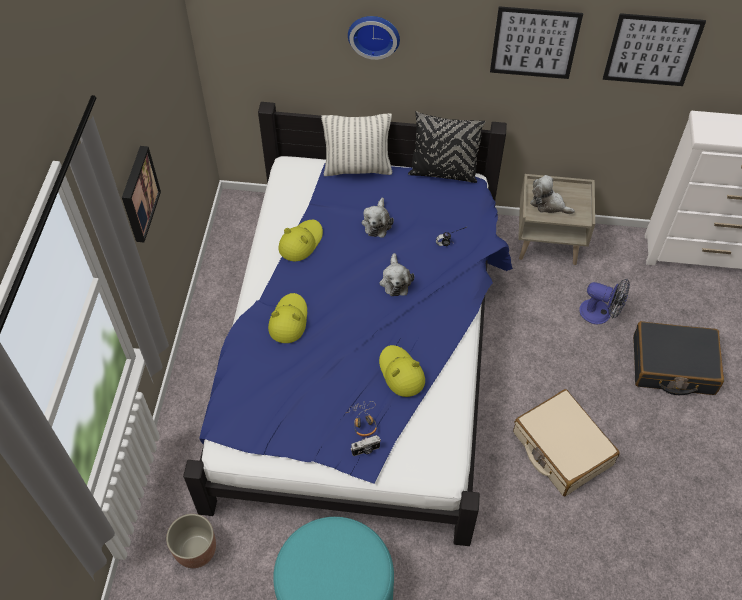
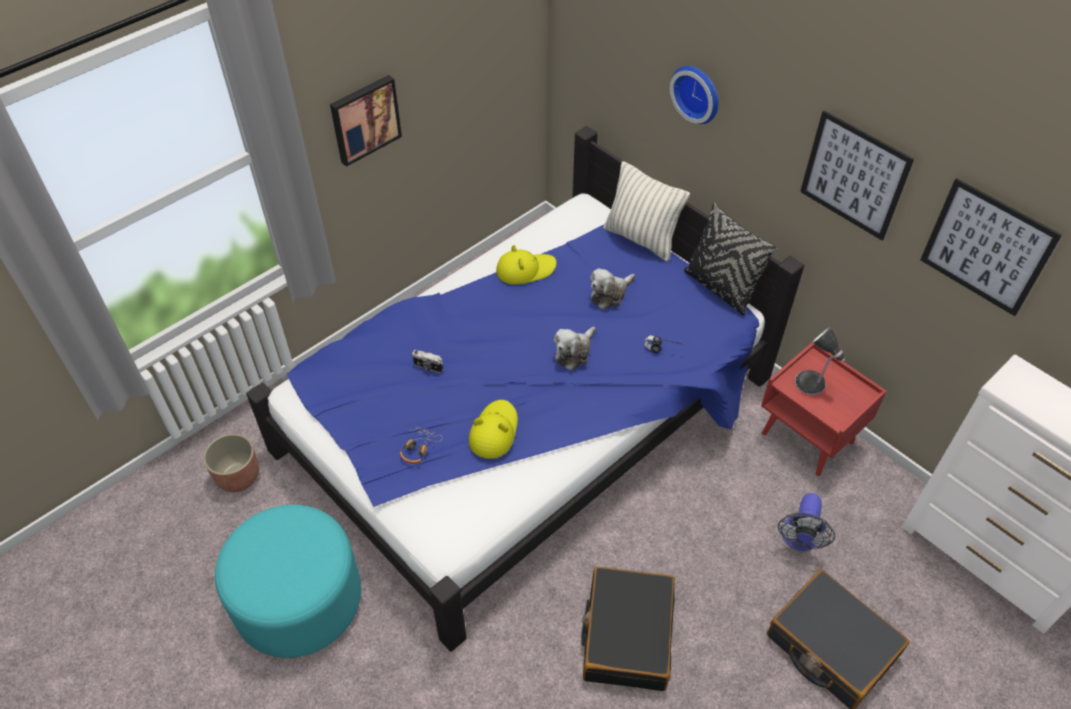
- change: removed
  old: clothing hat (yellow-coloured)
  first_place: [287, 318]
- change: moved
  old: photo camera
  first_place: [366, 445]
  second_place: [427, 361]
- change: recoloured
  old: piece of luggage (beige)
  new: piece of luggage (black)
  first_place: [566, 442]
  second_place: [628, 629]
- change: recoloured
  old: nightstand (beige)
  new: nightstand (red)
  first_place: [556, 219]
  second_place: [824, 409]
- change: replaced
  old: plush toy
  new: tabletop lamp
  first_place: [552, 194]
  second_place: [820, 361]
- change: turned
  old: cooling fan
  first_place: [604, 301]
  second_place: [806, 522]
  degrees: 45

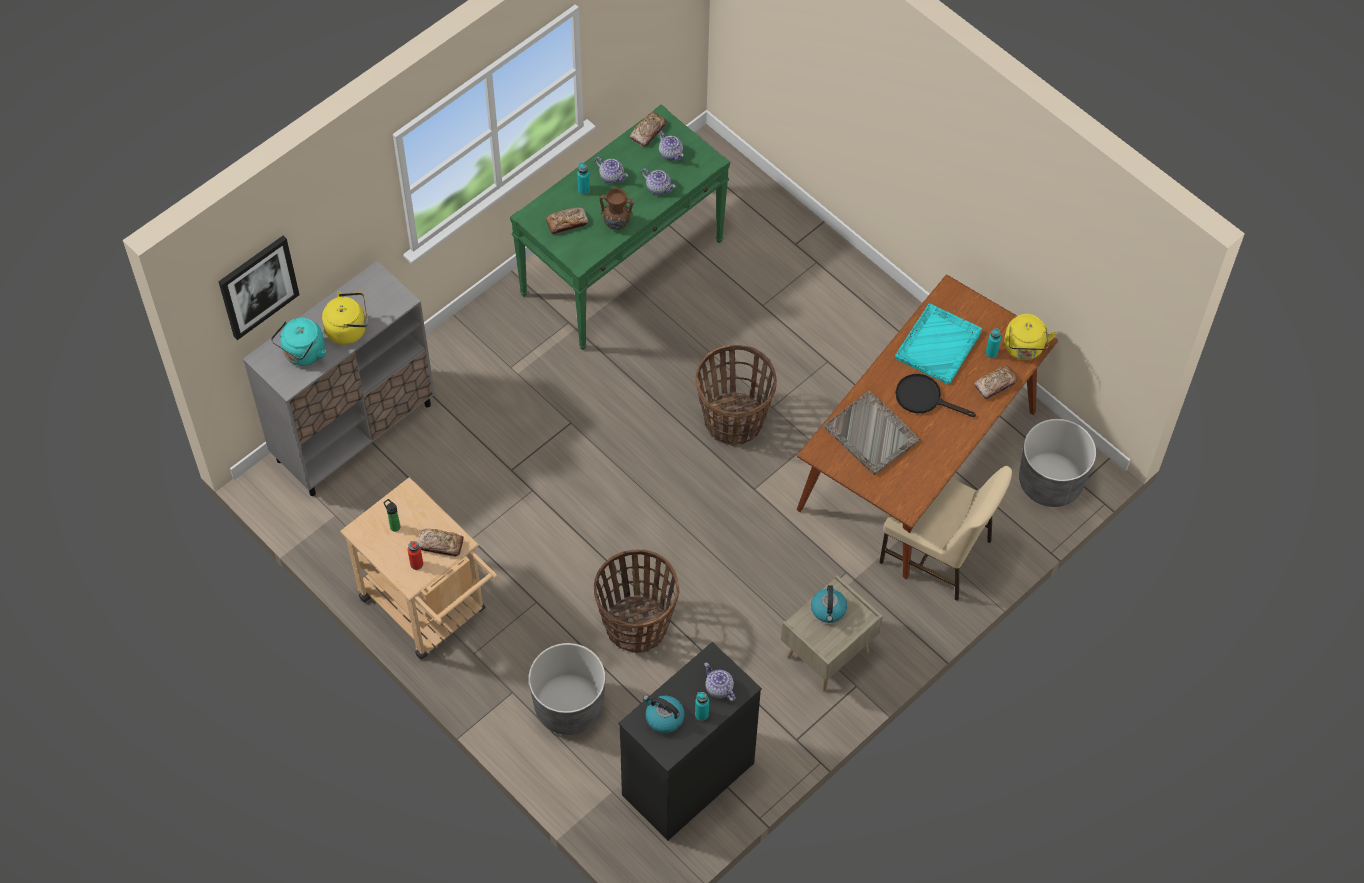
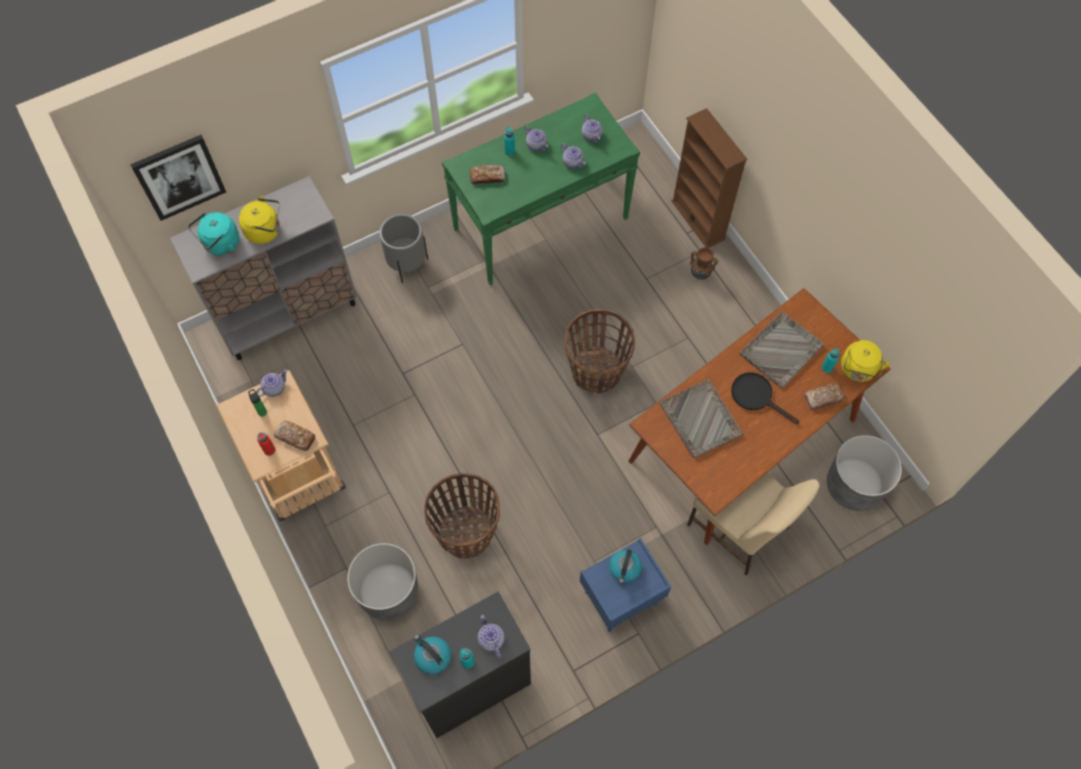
- change: moved
  old: decorative vase (brown-coloured)
  first_place: [616, 209]
  second_place: [704, 264]
- change: removed
  old: bread
  first_place: [648, 129]
- change: recoloured
  old: nightstand (beige)
  new: nightstand (blue)
  first_place: [832, 633]
  second_place: [625, 585]
- change: recoloured
  old: serving tray (turquoise)
  new: serving tray (gray)
  first_place: [938, 344]
  second_place: [782, 350]
- change: added
  new: tea pot
  second_place: [271, 383]
- change: added
  new: planter (gray)
  second_place: [403, 248]
- change: added
  new: bookshelf (brown-coloured)
  second_place: [709, 178]

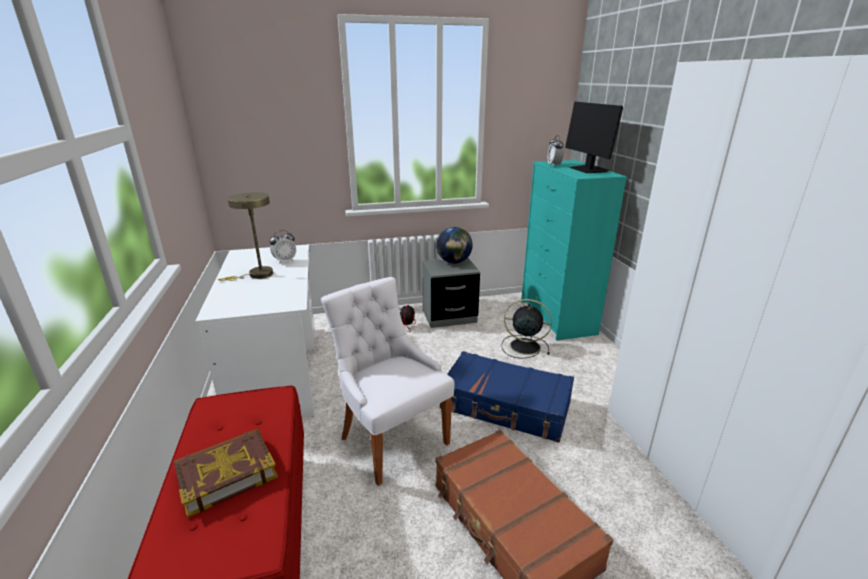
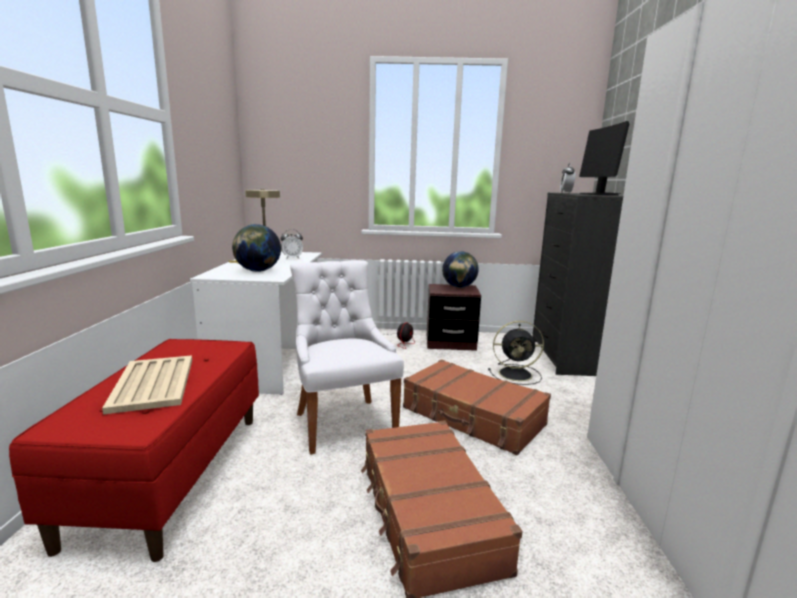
- change: replaced
  old: book
  new: serving tray (beige)
  first_place: [226, 473]
  second_place: [147, 384]
- change: recoloured
  old: nightstand (gray)
  new: nightstand (brown-coloured)
  first_place: [451, 293]
  second_place: [454, 317]
- change: recoloured
  old: piece of luggage (blue)
  new: piece of luggage (brown-coloured)
  first_place: [507, 397]
  second_place: [477, 407]
- change: turned
  old: cooling fan (black)
  first_place: [527, 329]
  second_place: [516, 353]
  degrees: 150
- change: recoloured
  old: dresser (turquoise)
  new: dresser (black)
  first_place: [574, 250]
  second_place: [577, 284]
- change: added
  new: world globe
  second_place: [256, 248]

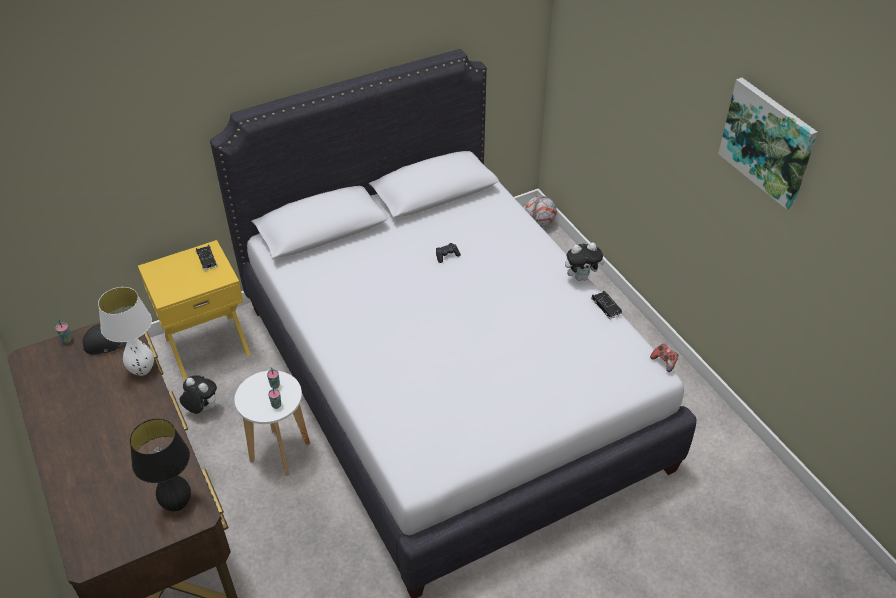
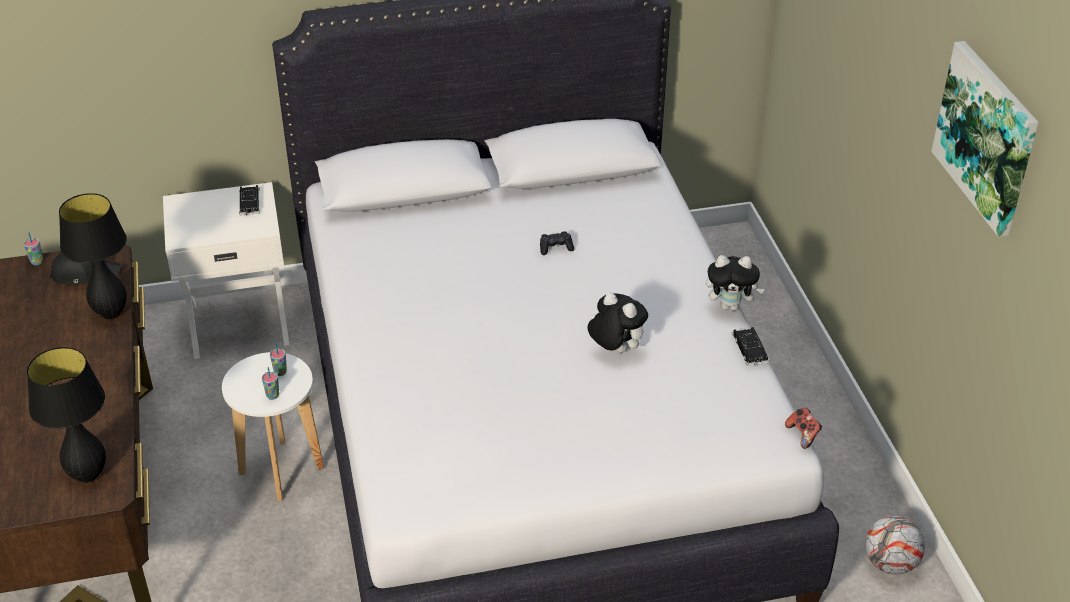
- change: recoloured
  old: tabletop lamp (white-coloured)
  new: tabletop lamp (black)
  first_place: [126, 331]
  second_place: [93, 256]
- change: recoloured
  old: nightstand (yellow-coloured)
  new: nightstand (white-coloured)
  first_place: [194, 310]
  second_place: [226, 270]
- change: moved
  old: plush toy
  first_place: [198, 394]
  second_place: [617, 323]
- change: moved
  old: football
  first_place: [541, 211]
  second_place: [895, 545]

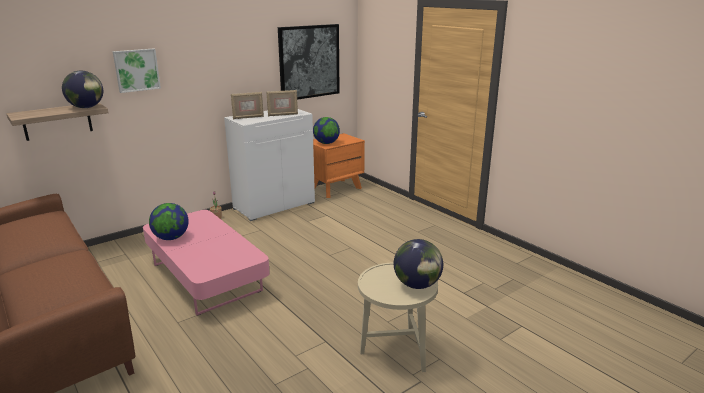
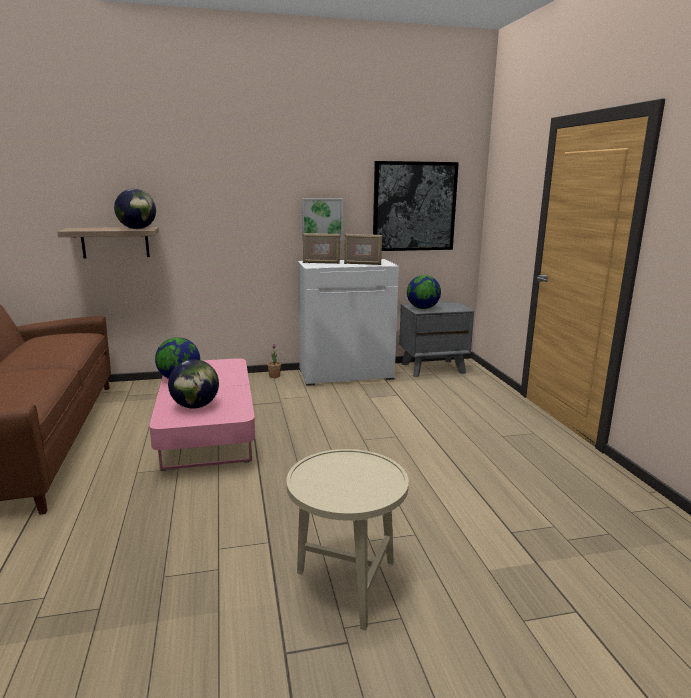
- change: moved
  old: wall art
  first_place: [137, 70]
  second_place: [322, 220]
- change: recoloured
  old: nightstand (orange)
  new: nightstand (gray)
  first_place: [339, 165]
  second_place: [436, 339]
- change: moved
  old: world globe
  first_place: [418, 264]
  second_place: [193, 384]

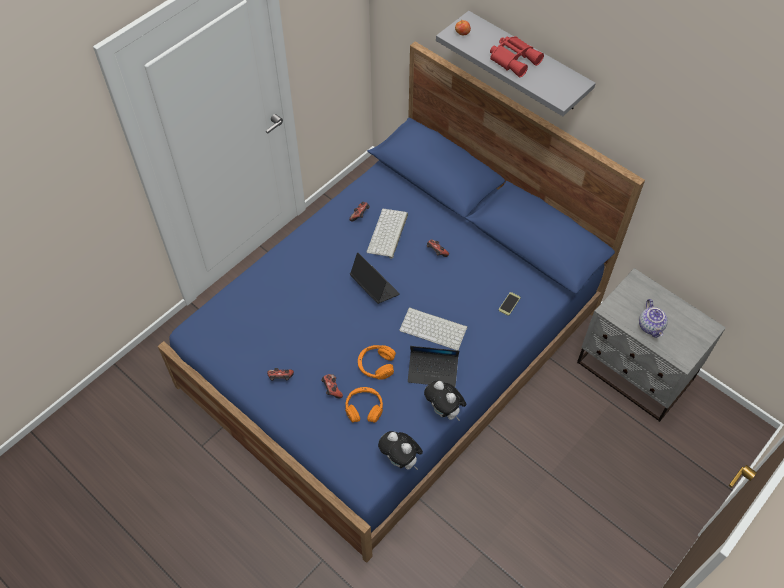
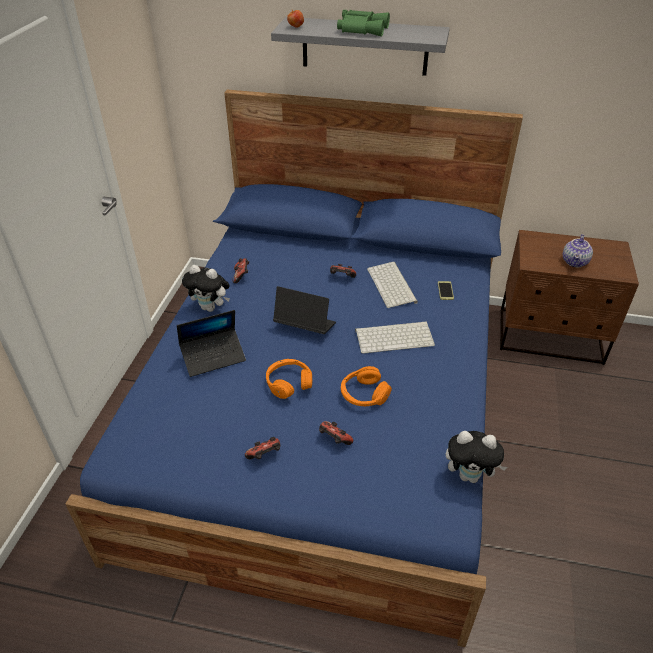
- change: moved
  old: headphones (orange)
  first_place: [364, 405]
  second_place: [289, 379]
- change: moved
  old: computer keyboard
  first_place: [387, 234]
  second_place: [392, 285]
- change: moved
  old: laptop
  first_place: [433, 366]
  second_place: [211, 343]
- change: moved
  old: plush toy
  first_place: [445, 401]
  second_place: [206, 288]
- change: recoloured
  old: field glasses (red)
  new: field glasses (green-coloured)
  first_place: [517, 56]
  second_place: [363, 23]
- change: recoloured
  old: nightstand (gray)
  new: nightstand (brown-coloured)
  first_place: [651, 345]
  second_place: [569, 297]
- change: turned
  old: tea pot
  first_place: [653, 318]
  second_place: [578, 250]
  degrees: 60

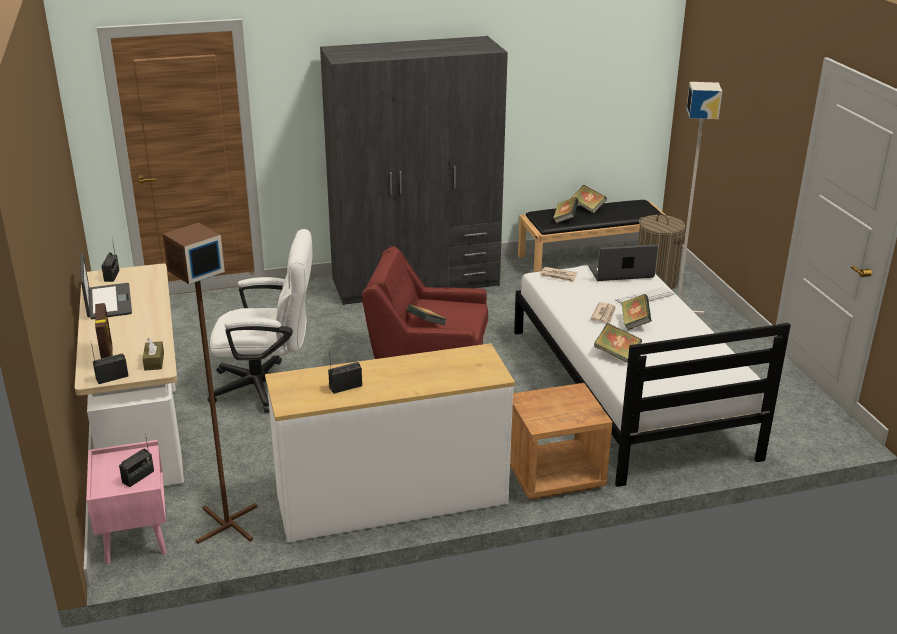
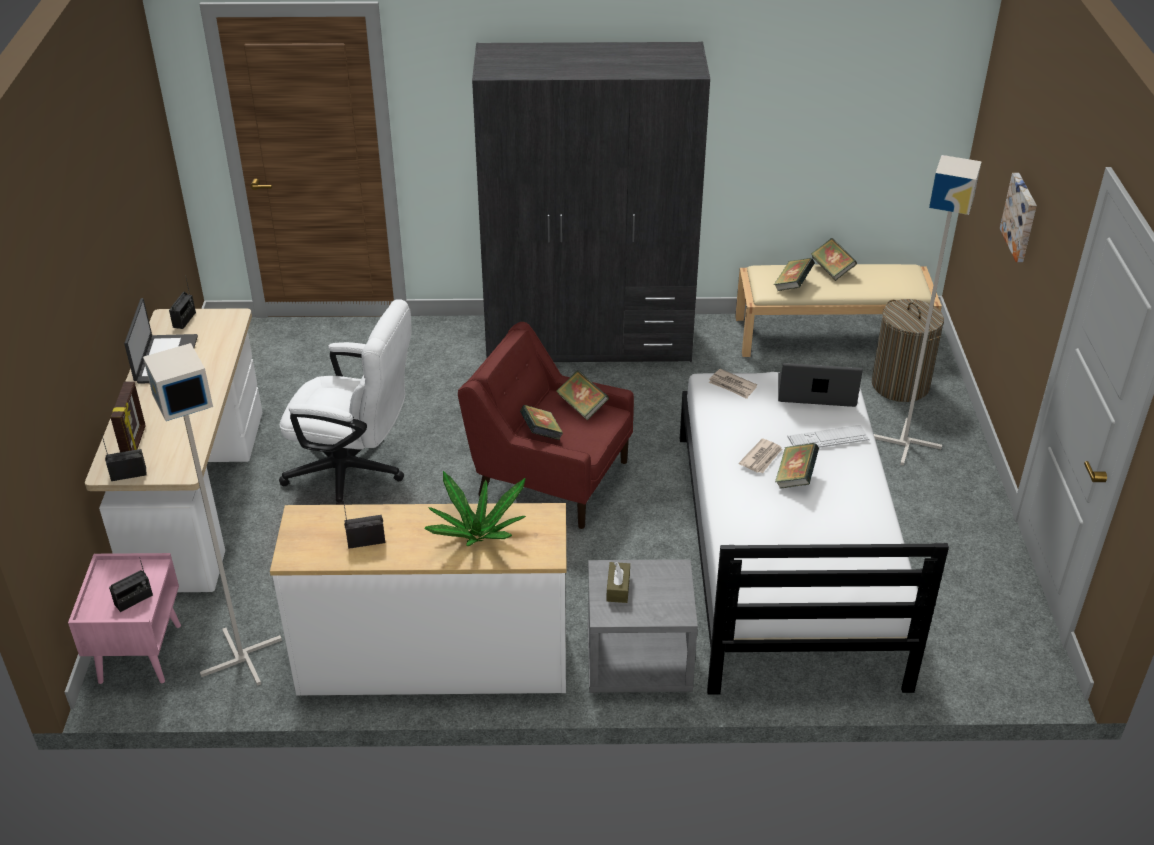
- change: moved
  old: box of tissues (brown-coloured)
  first_place: [153, 354]
  second_place: [618, 582]
- change: recoloured
  old: standard lamp (brown-coloured)
  new: standard lamp (gray)
  first_place: [210, 383]
  second_place: [212, 514]
- change: recoloured
  old: nightstand (brown-coloured)
  new: nightstand (gray)
  first_place: [561, 441]
  second_place: [643, 626]
- change: recoloured
  old: bench (black)
  new: bench (beige)
  first_place: [591, 236]
  second_place: [838, 310]
- change: moved
  old: book
  first_place: [618, 343]
  second_place: [582, 395]
- change: added
  new: potted plant
  second_place: [475, 508]
- change: added
  new: wall art
  second_place: [1018, 217]

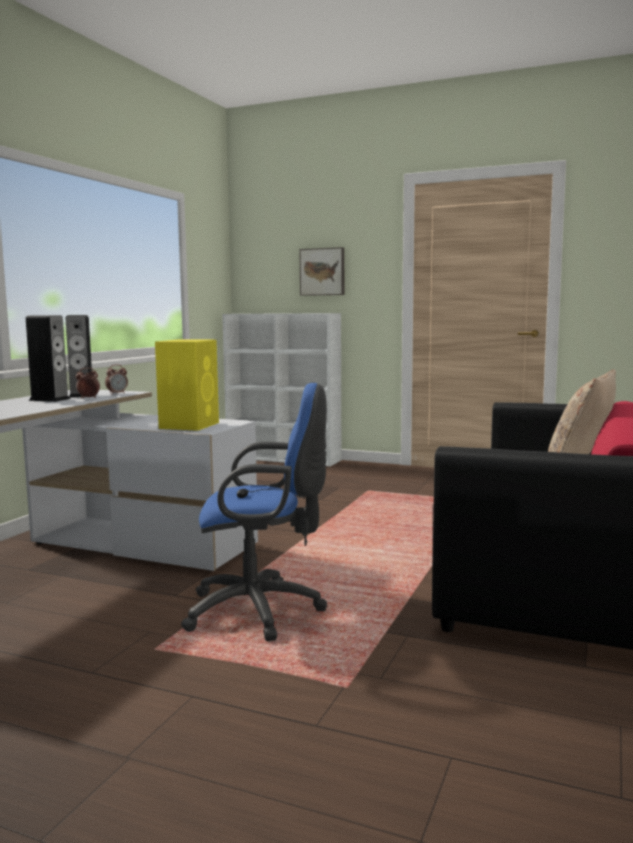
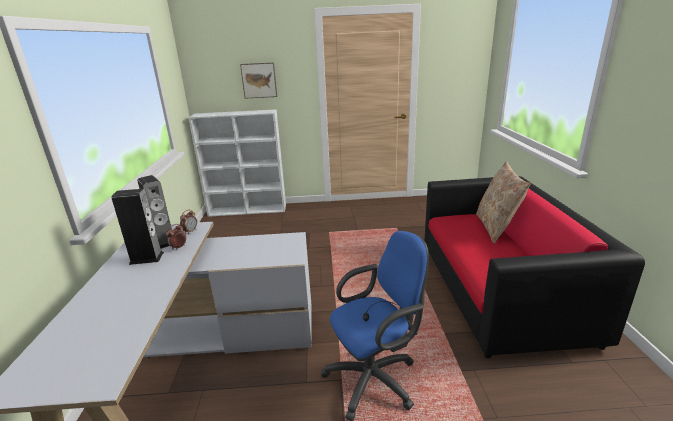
- change: removed
  old: loudspeaker (yellow-coloured)
  first_place: [187, 385]

